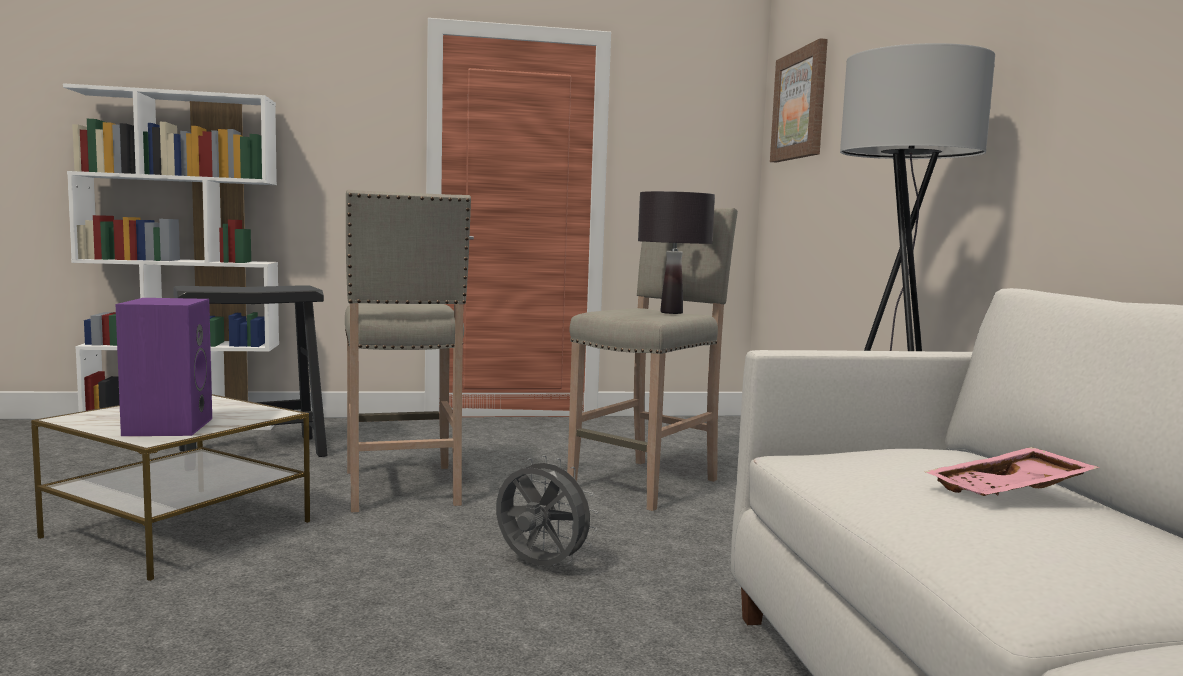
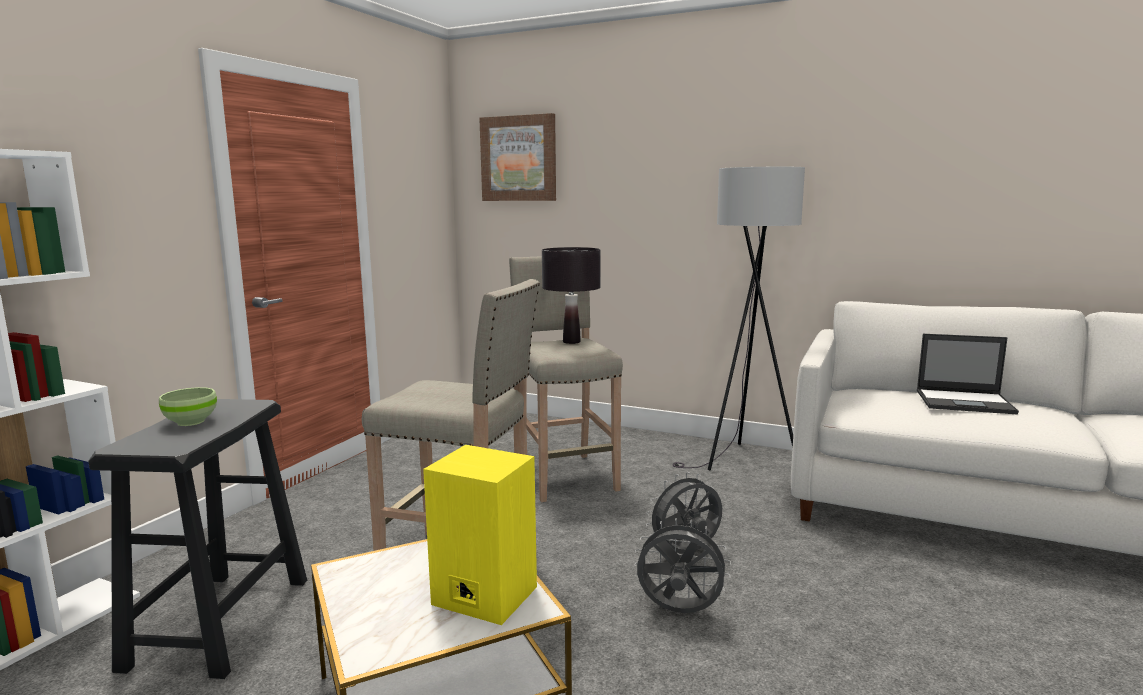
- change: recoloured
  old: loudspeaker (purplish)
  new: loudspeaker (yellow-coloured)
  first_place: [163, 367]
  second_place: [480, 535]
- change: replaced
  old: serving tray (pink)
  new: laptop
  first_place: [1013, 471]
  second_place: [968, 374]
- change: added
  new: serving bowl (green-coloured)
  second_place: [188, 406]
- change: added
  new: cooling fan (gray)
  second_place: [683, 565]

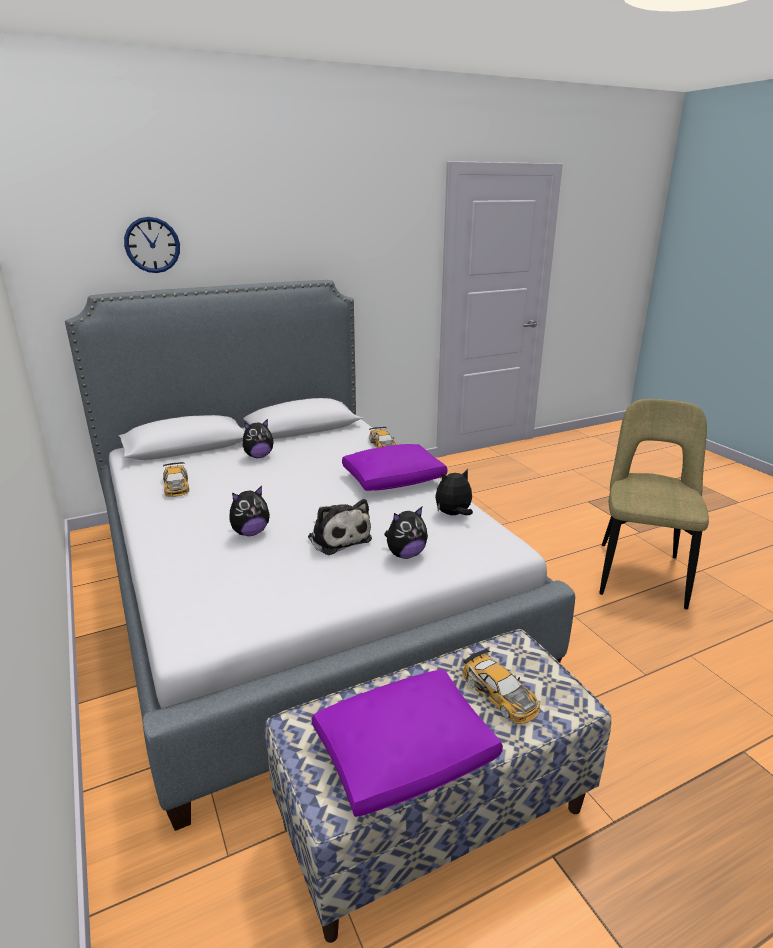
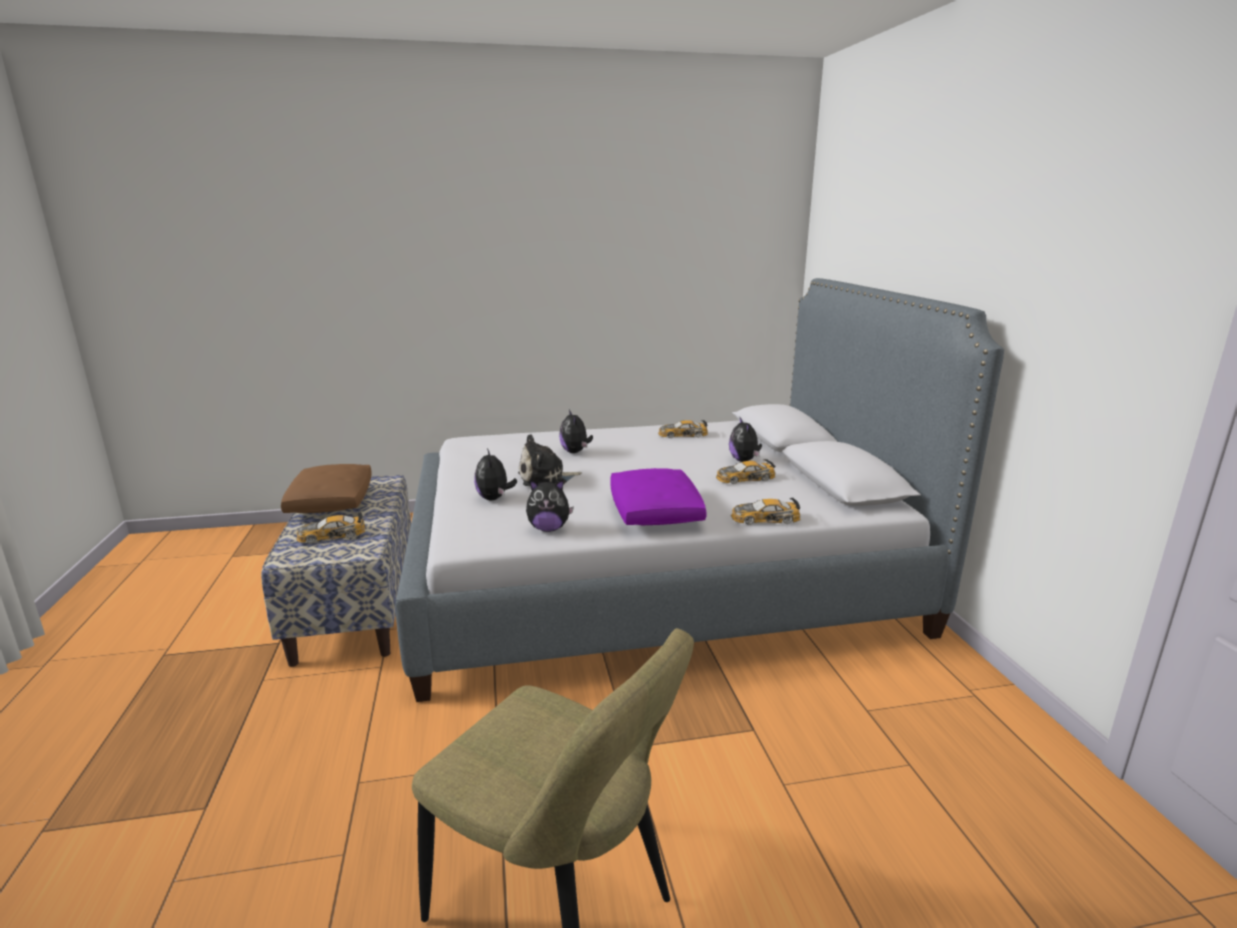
- change: removed
  old: clock on the wall
  first_place: [152, 245]
- change: recoloured
  old: pillow (purplish)
  new: pillow (brown-coloured)
  first_place: [407, 743]
  second_place: [326, 488]
- change: turned
  old: plush toy
  first_place: [454, 492]
  second_place: [550, 506]
  degrees: 90
- change: added
  new: miniature car
  second_place: [746, 471]

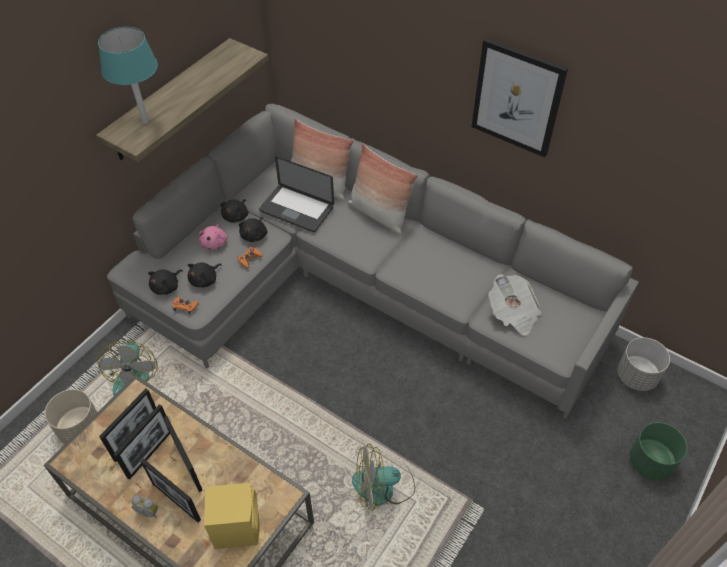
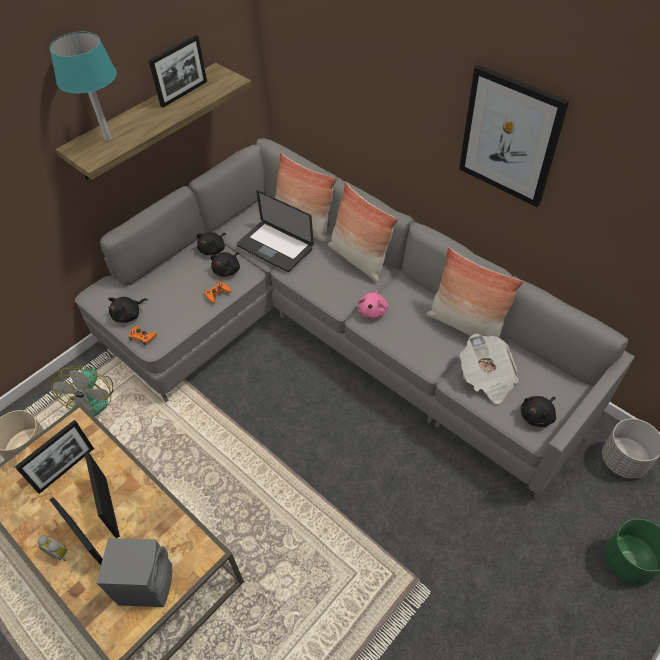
- change: moved
  old: standing frame
  first_place: [141, 442]
  second_place: [177, 71]
- change: moved
  old: plush toy (black)
  first_place: [204, 274]
  second_place: [538, 411]
- change: moved
  old: plush toy (pink)
  first_place: [213, 237]
  second_place: [373, 304]
- change: recoloured
  old: loudspeaker (yellow-coloured)
  new: loudspeaker (gray)
  first_place: [232, 516]
  second_place: [134, 572]
- change: removed
  old: cooling fan
  first_place: [383, 477]
- change: added
  new: pillow
  second_place: [474, 292]

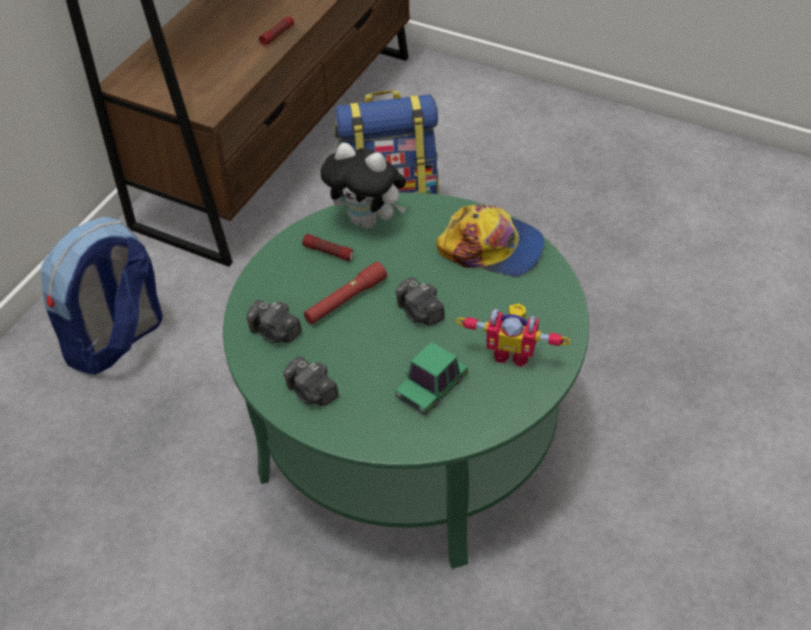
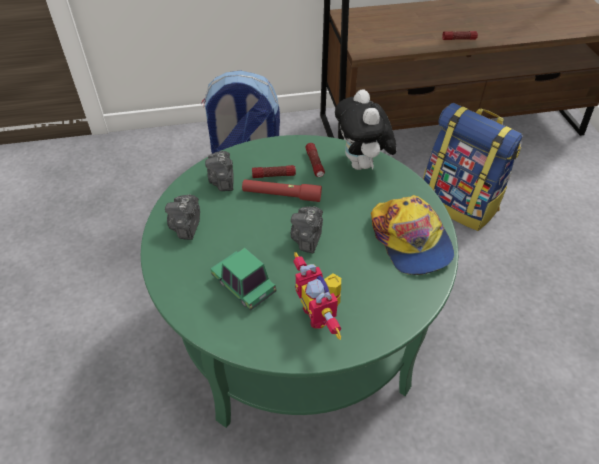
- change: turned
  old: miniature car
  first_place: [431, 378]
  second_place: [244, 279]
  degrees: 45
- change: added
  new: torch
  second_place: [274, 171]

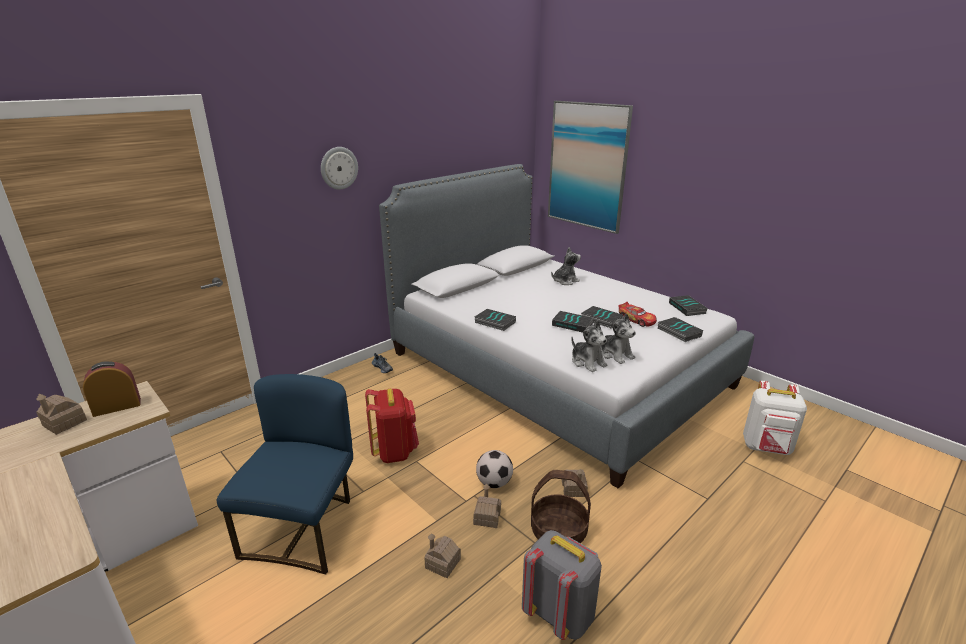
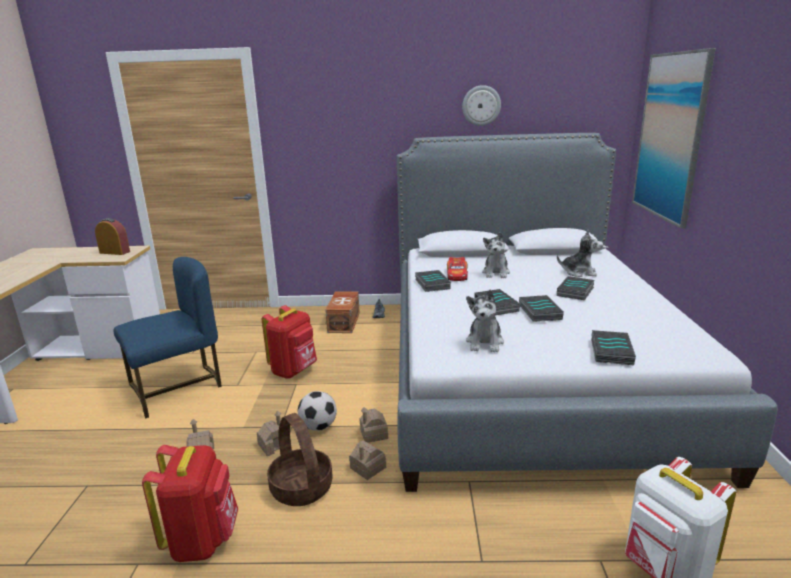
- change: moved
  old: miniature house
  first_place: [61, 414]
  second_place: [374, 425]
- change: moved
  old: clock on the wall
  first_place: [339, 168]
  second_place: [481, 105]
- change: recoloured
  old: knapsack (gray)
  new: knapsack (red)
  first_place: [562, 585]
  second_place: [190, 503]
- change: moved
  old: plush toy
  first_place: [589, 346]
  second_place: [496, 255]
- change: moved
  old: miniature car
  first_place: [637, 314]
  second_place: [457, 269]
- change: moved
  old: book
  first_place: [688, 305]
  second_place: [576, 288]
- change: added
  new: storage container (brown-coloured)
  second_place: [342, 312]

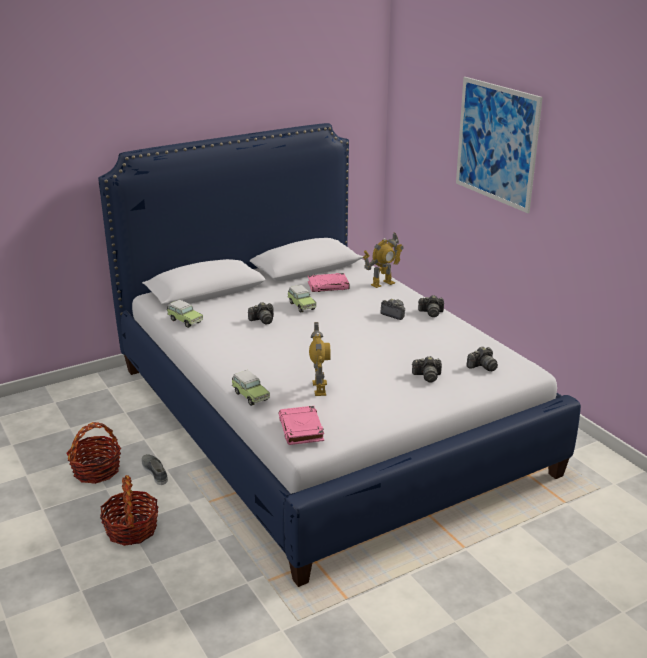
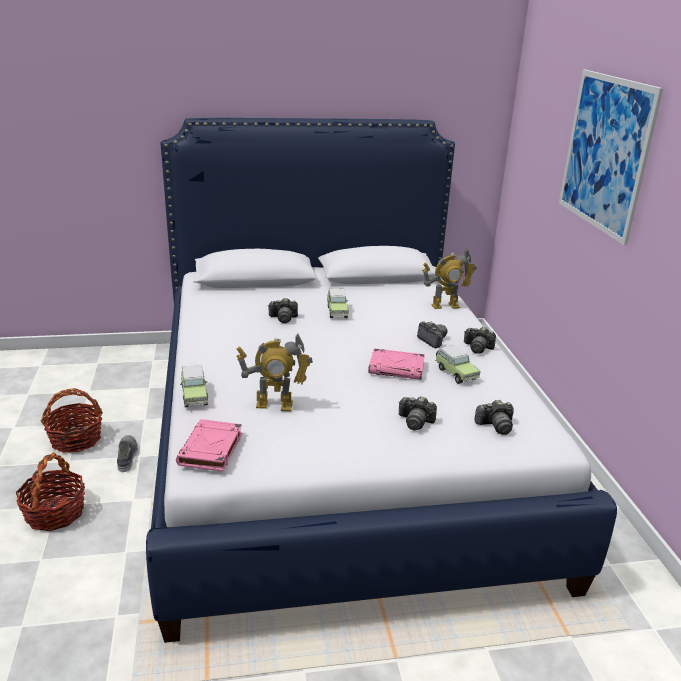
- change: moved
  old: miniature car
  first_place: [185, 314]
  second_place: [457, 364]
- change: moved
  old: book (pink)
  first_place: [329, 282]
  second_place: [396, 364]
- change: turned
  old: model robot
  first_place: [320, 359]
  second_place: [274, 373]
  degrees: 75

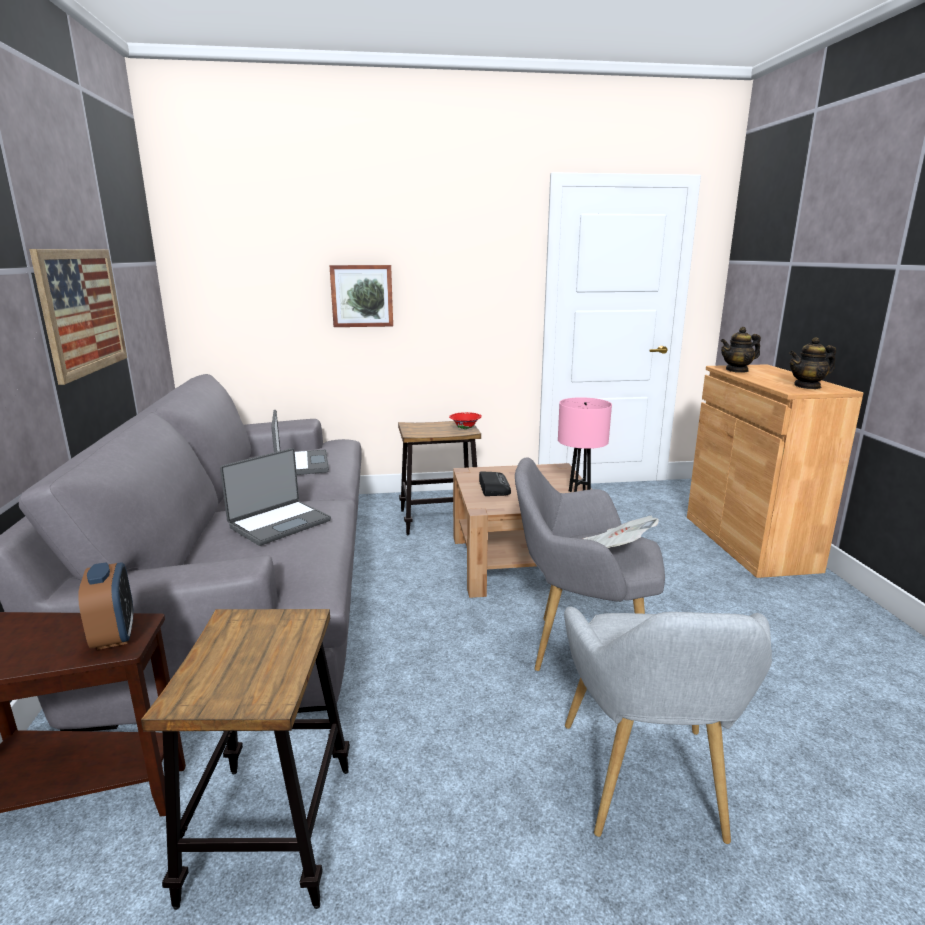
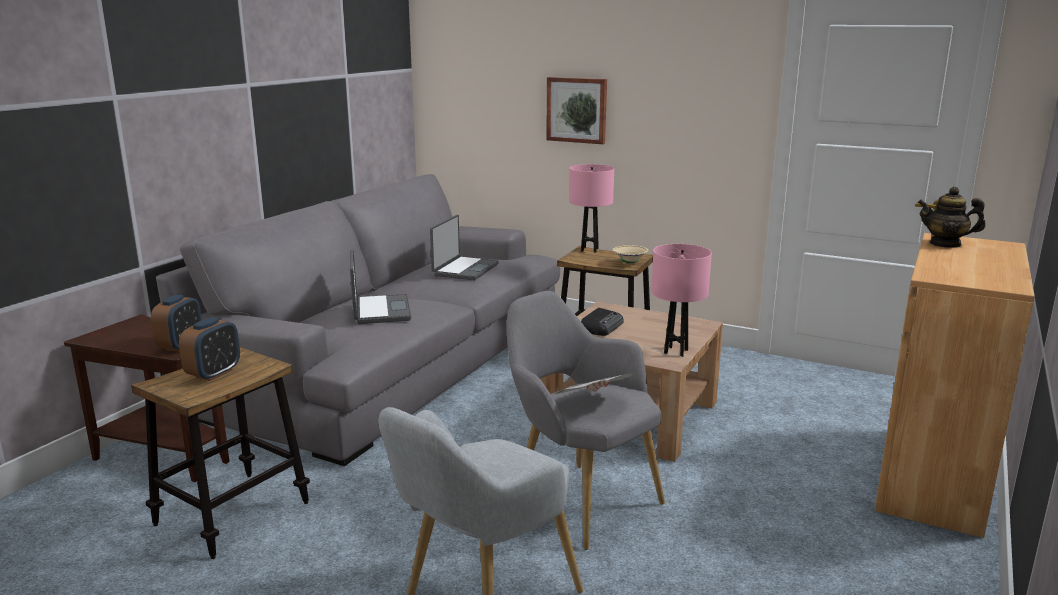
- change: removed
  old: wall art
  first_place: [78, 317]
- change: turned
  old: laptop
  first_place: [275, 497]
  second_place: [380, 286]
  degrees: -90
- change: recoloured
  old: serving bowl (red)
  new: serving bowl (beige)
  first_place: [465, 420]
  second_place: [631, 254]
- change: removed
  old: tea pot
  first_place: [812, 363]
- change: added
  new: table clock
  second_place: [209, 349]
- change: added
  new: tabletop lamp (pink)
  second_place: [591, 208]

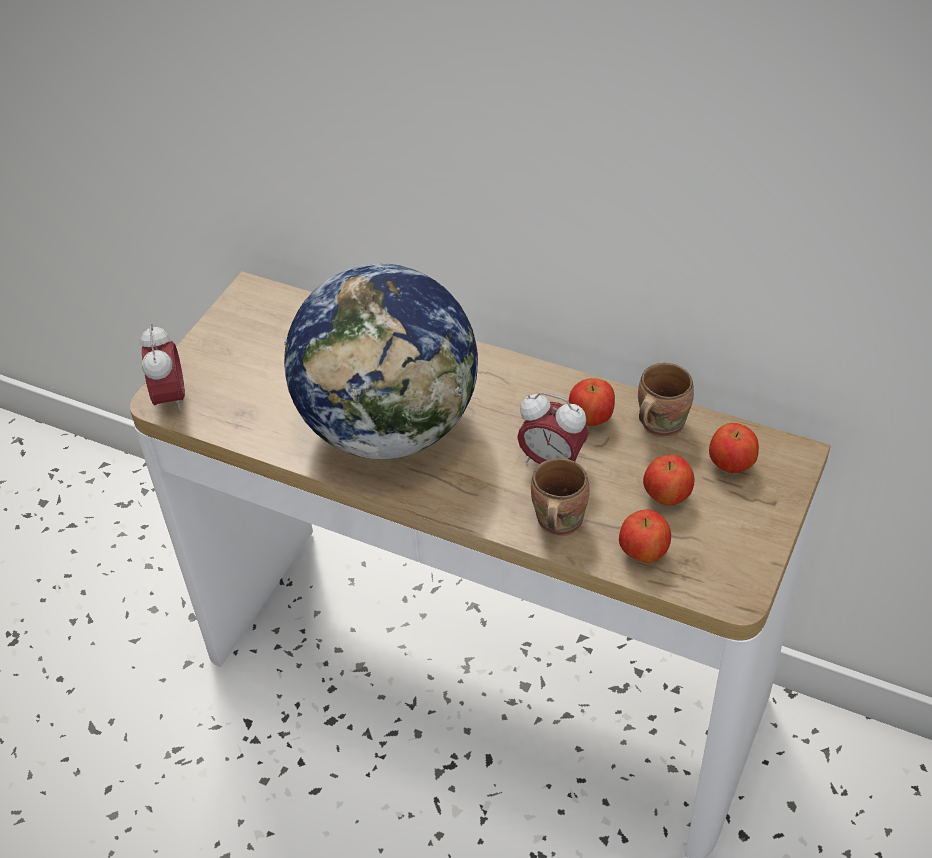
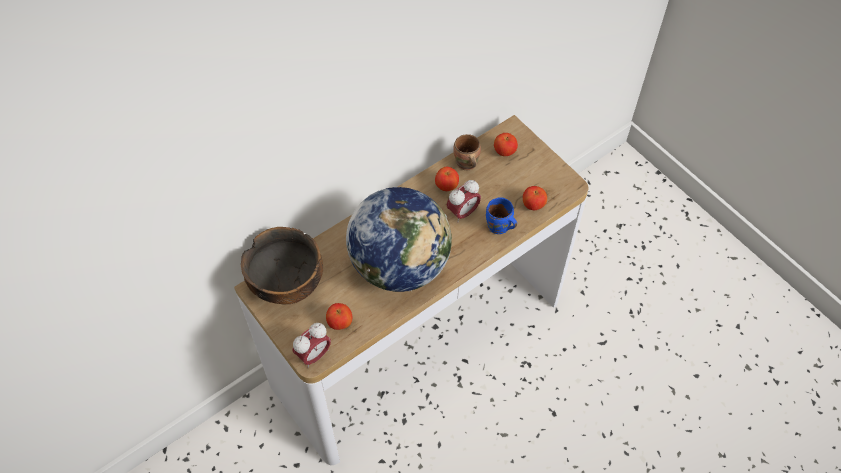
- change: turned
  old: table clock
  first_place: [162, 368]
  second_place: [312, 345]
  degrees: 120
- change: recoloured
  old: coffee mug (brown-coloured)
  new: coffee mug (blue)
  first_place: [560, 497]
  second_place: [501, 215]
- change: moved
  old: apple fruit
  first_place: [668, 480]
  second_place: [339, 316]
- change: added
  new: serving bowl
  second_place: [282, 266]

